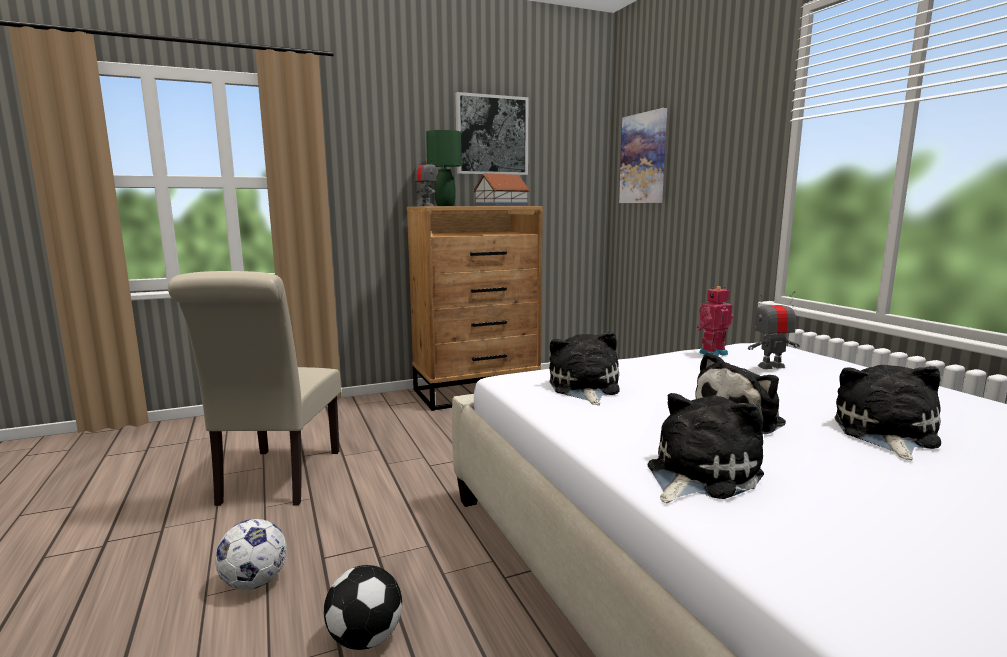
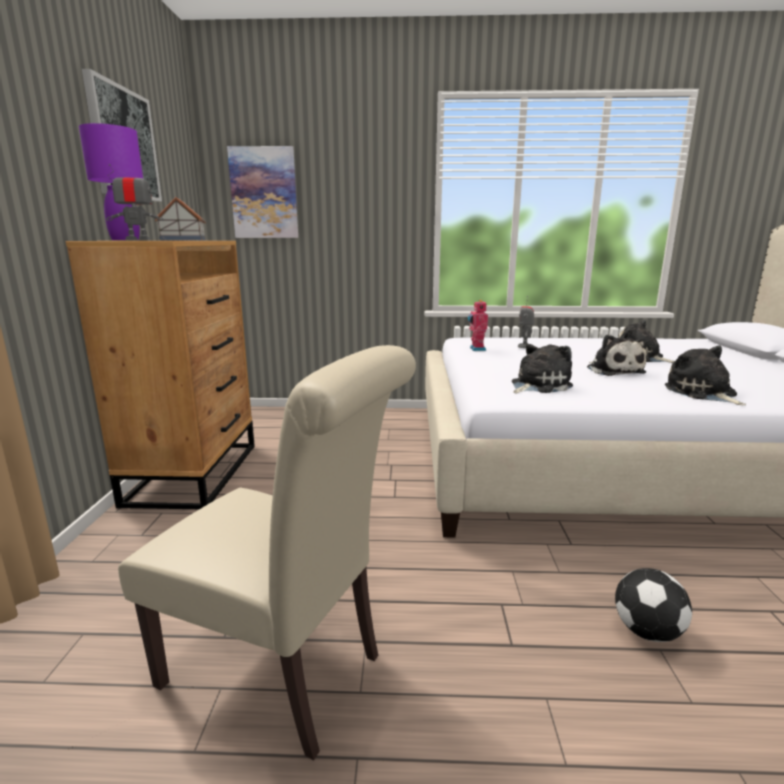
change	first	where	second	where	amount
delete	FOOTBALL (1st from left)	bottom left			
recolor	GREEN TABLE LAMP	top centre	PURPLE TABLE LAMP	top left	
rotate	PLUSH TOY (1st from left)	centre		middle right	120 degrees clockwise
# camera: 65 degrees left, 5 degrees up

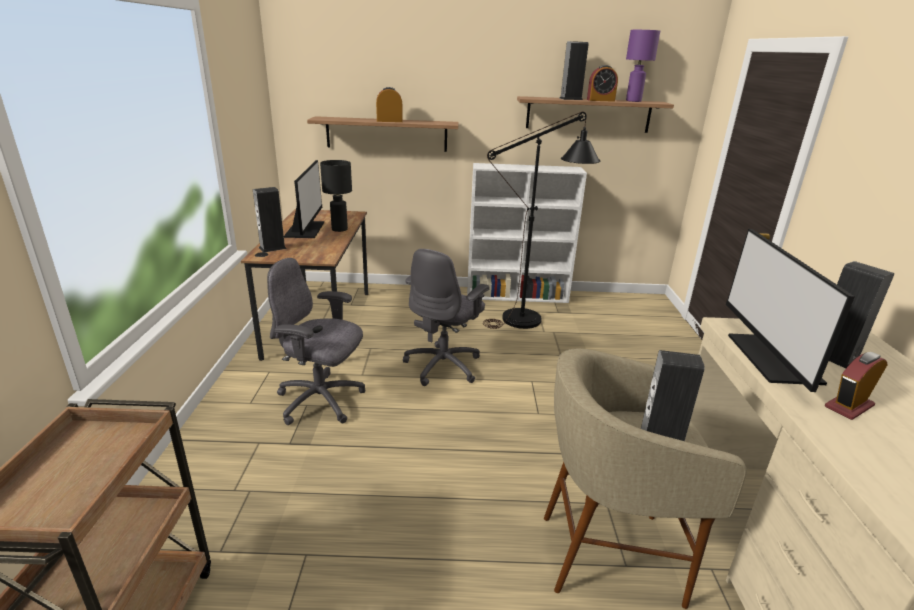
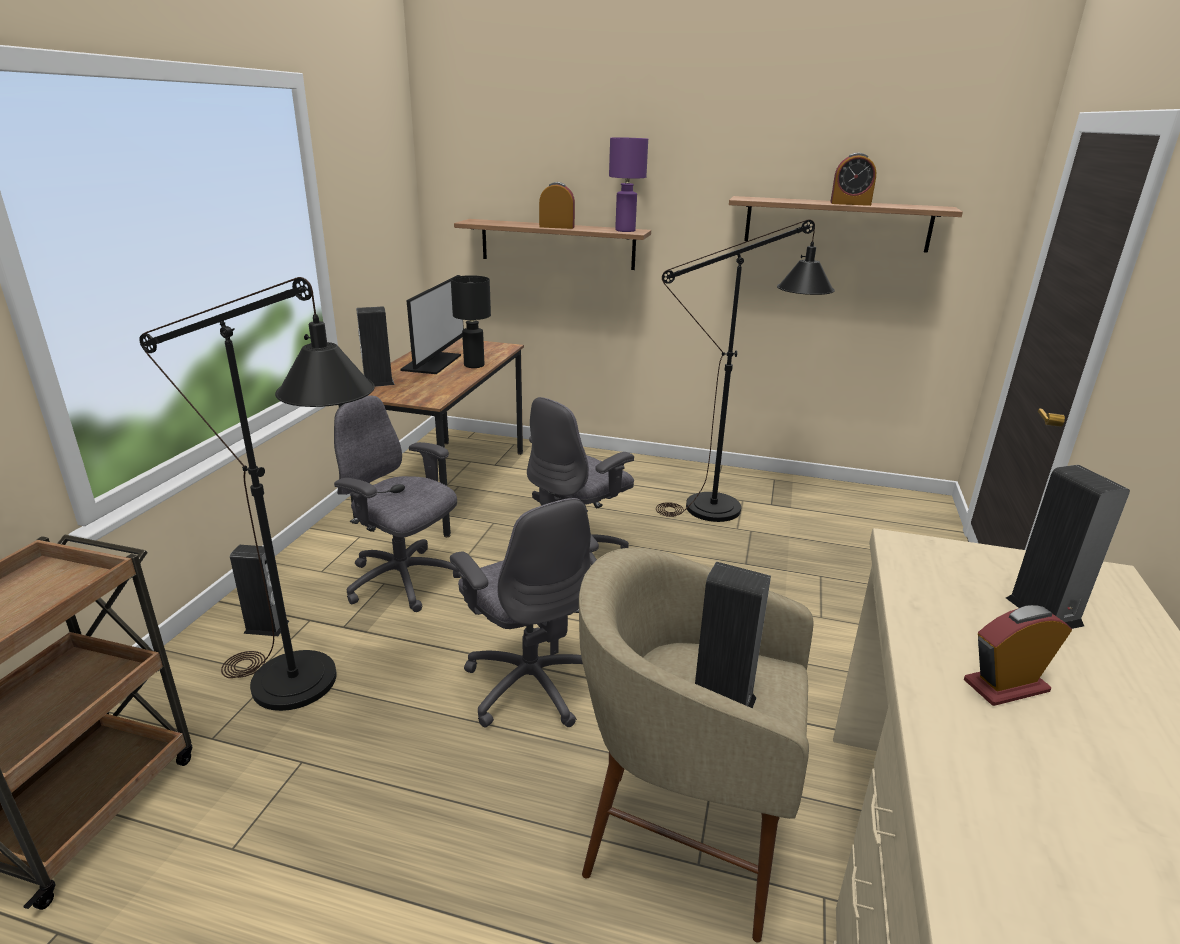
change	first	where	second	where	amount
delete	WHITE BOOKCASE	centre			
delete	MONITOR (2nd from left)	middle right			
insert			BLACK FLOOR LAMP (1st from left)	middle left	
insert			GREY OFFICE CHAIR (2nd from left)	centre	
move	SPEAKER (2nd from left in the first image)	top centre	SPEAKER (1st from left)	middle left	
move	PURPLE TABLE LAMP	top right		top centre	
# camera: 15 degrees right, 0 degrees up

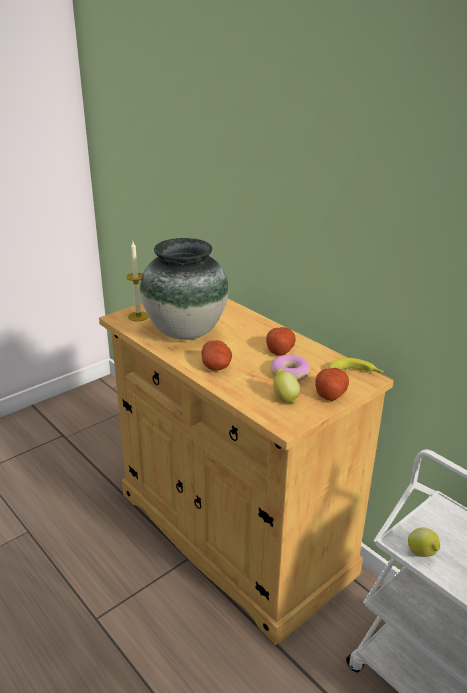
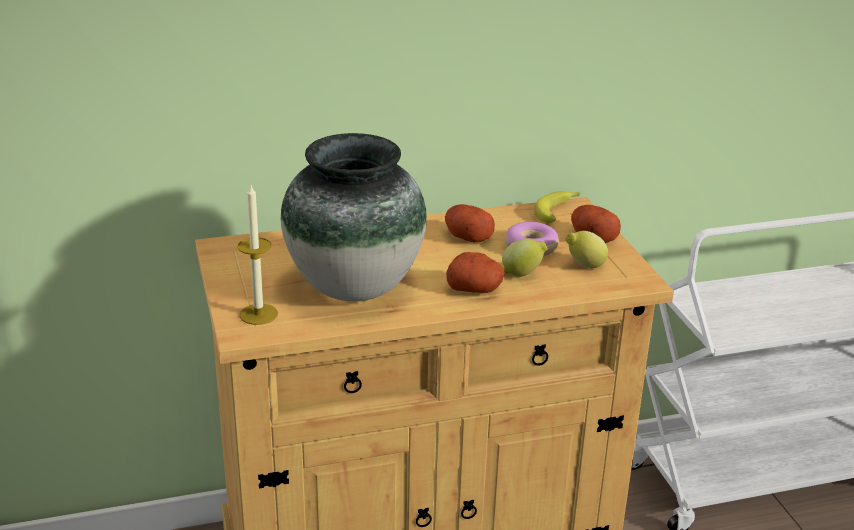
change	first	where	second	where	amount
move	LEMON (2nd from left in the first image)	bottom right	LEMON (1st from left)	centre	
# camera: 65 degrees left, 0 degrees up

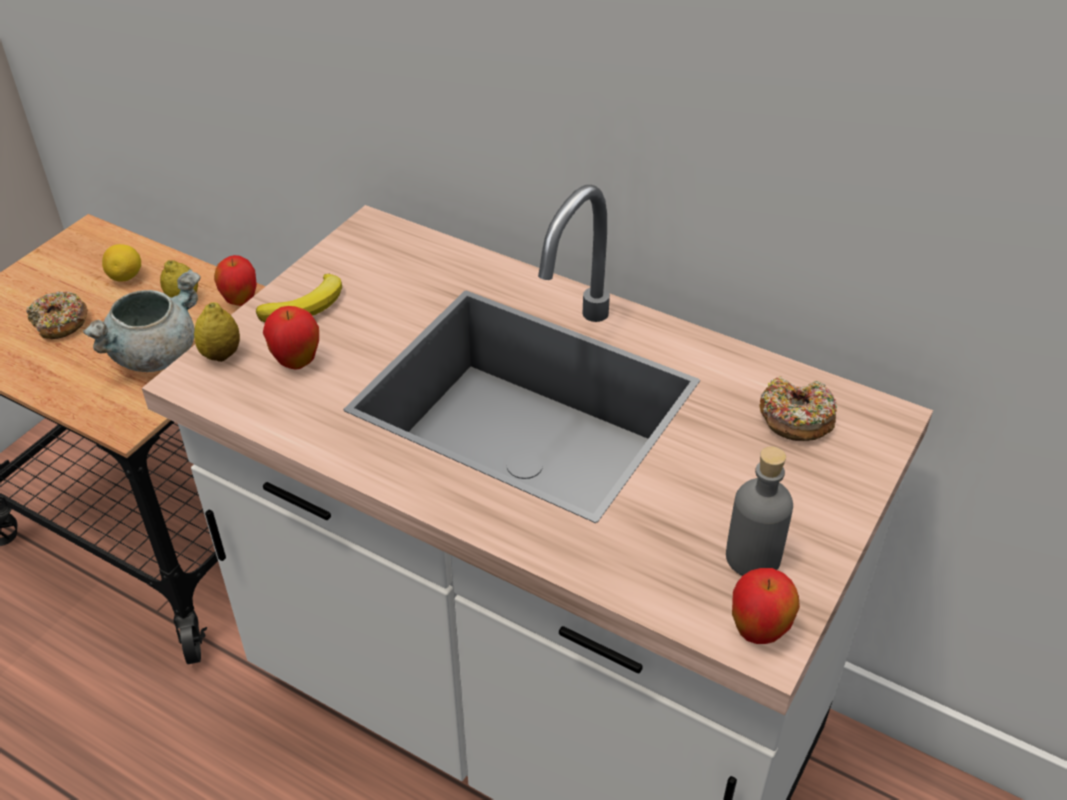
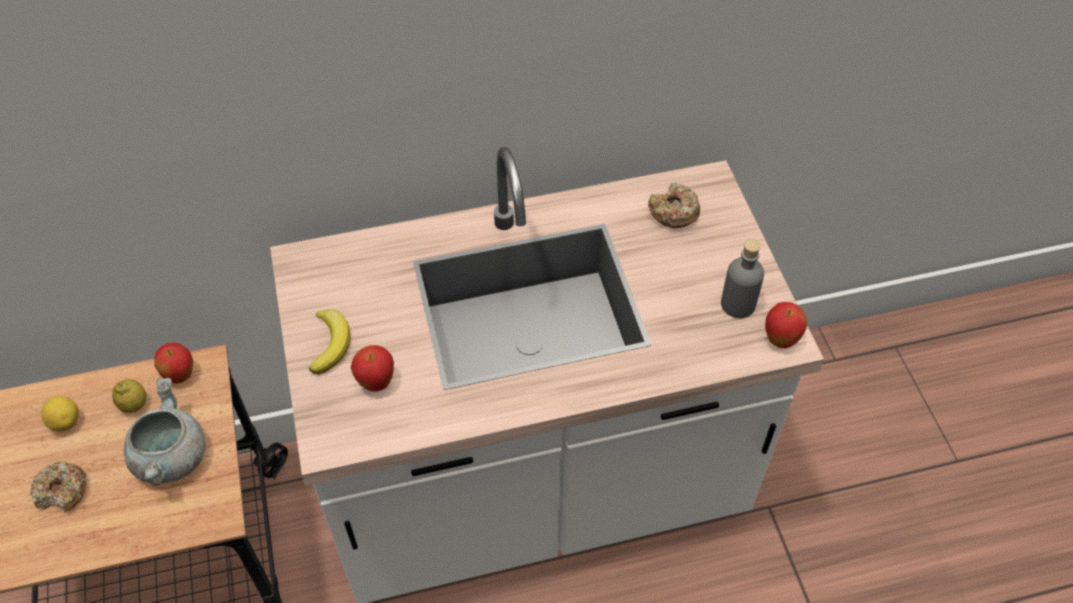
change	first	where	second	where	amount
delete	LEMON (3rd from left)	middle left			
# camera: 45 degrees left, 10 degrees up

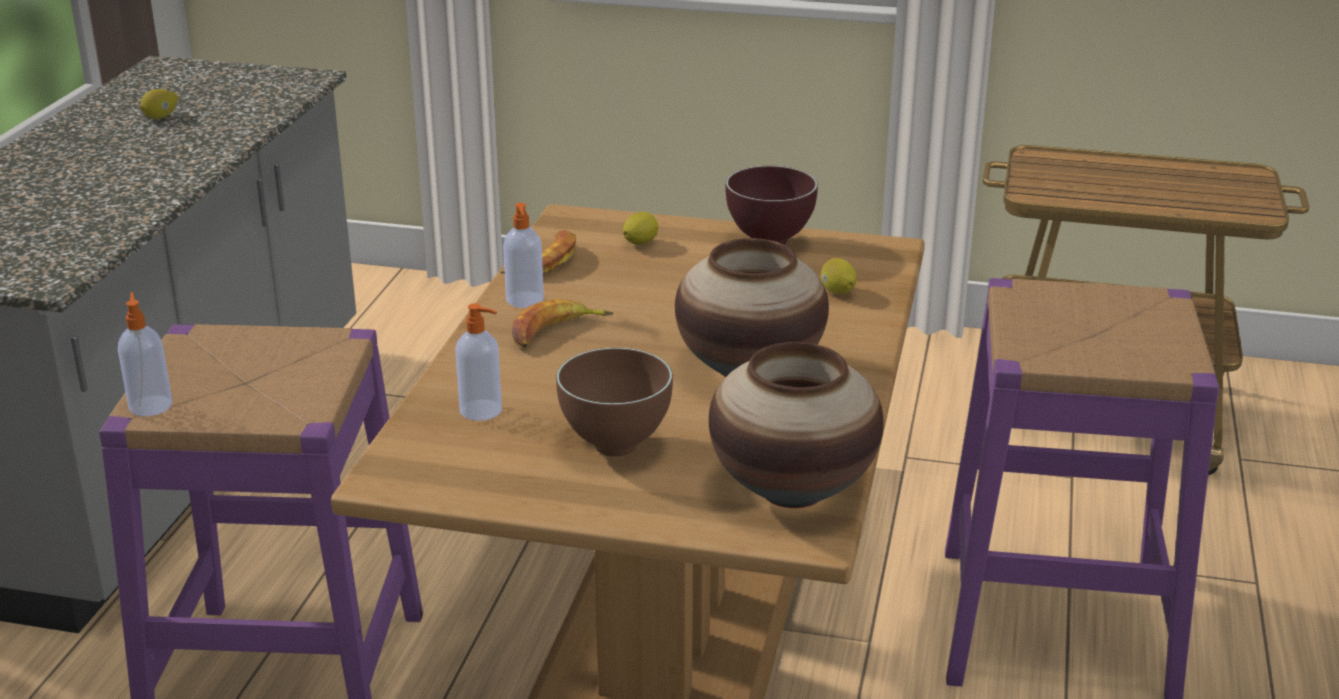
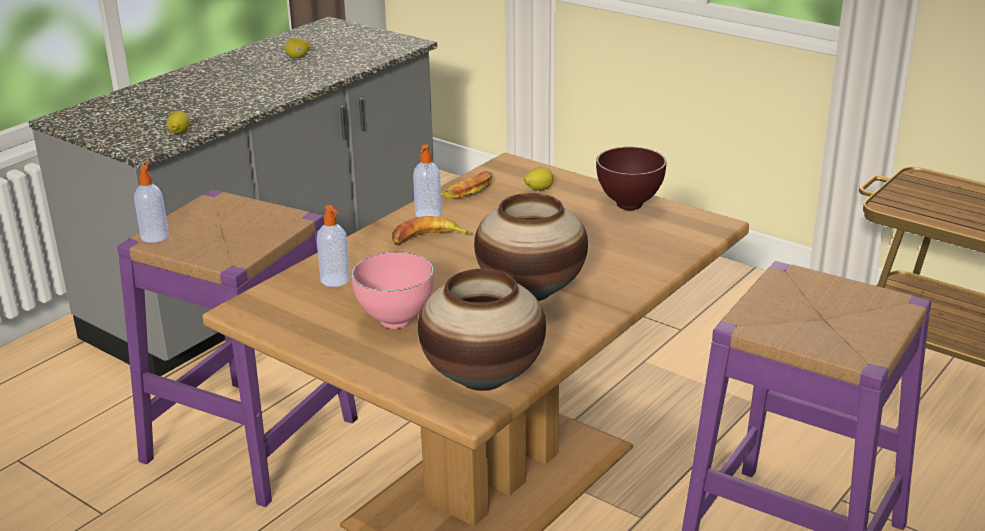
change	first	where	second	where	amount
move	LEMON (3rd from left in the first image)	centre	LEMON (1st from left)	top left	
recolor	BROWN BOWL (1st from left)	centre	PINK BOWL	centre	
# camera: 25 degrees right, 0 degrees up

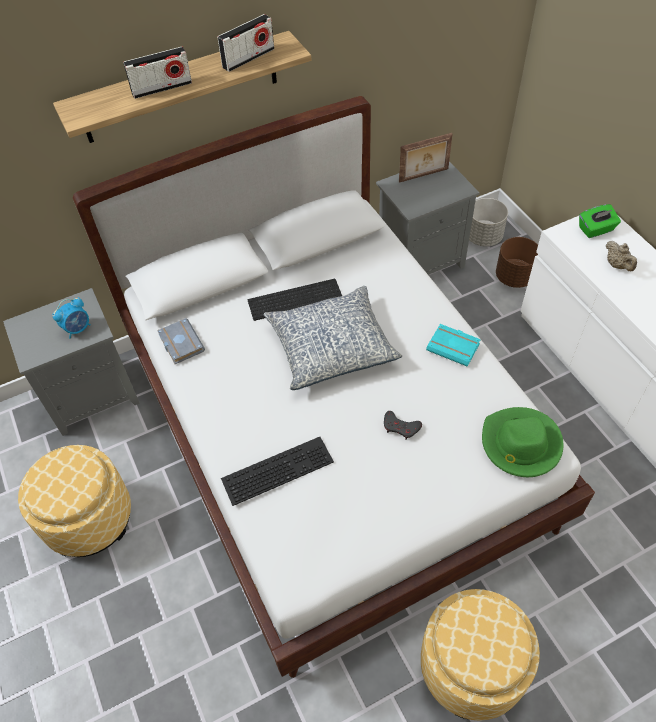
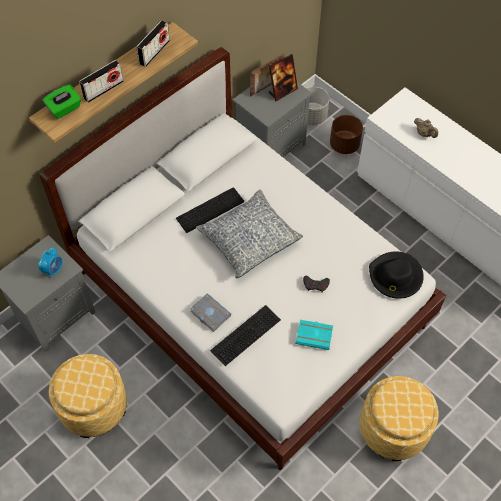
change	first	where	second	where	amount
insert			PICTURE FRAME (2nd from left)	top centre	
move	GREY BOOK	middle left		centre	
move	TURQUOISE BOOK	middle right		bottom centre	
move	GREEN TISSUE BOX	top right		top left	
recolor	GREEN HAT	middle right	BLACK HAT	middle right	
# camera: 20 degrees left, 5 degrees up

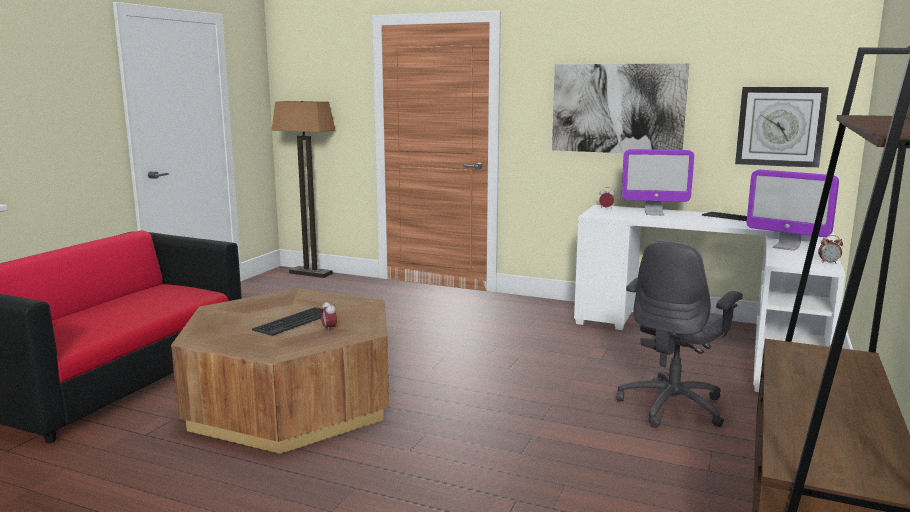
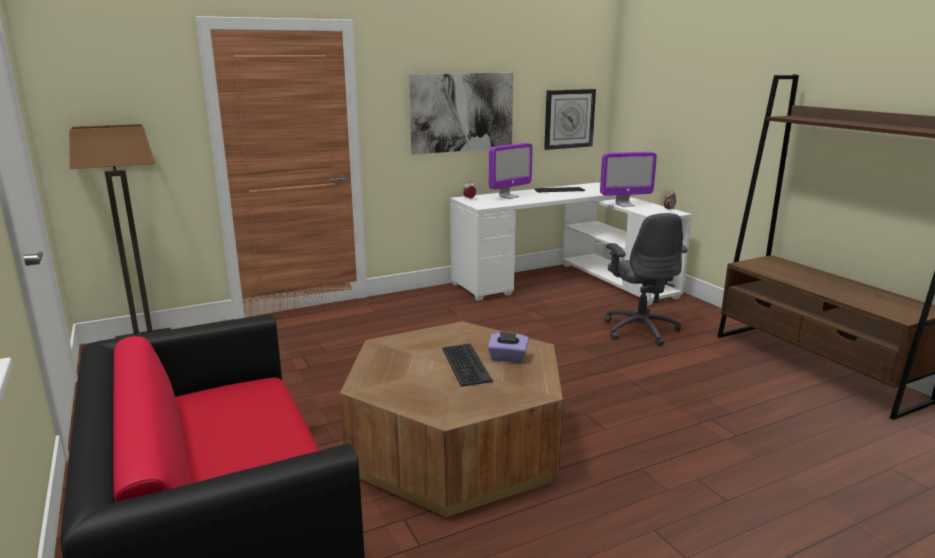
change	first	where	second	where	amount
replace	ALARM CLOCK (1st from left)	centre	PURPLE TISSUE BOX	centre	
# camera: 50 degrees left, 5 degrees up

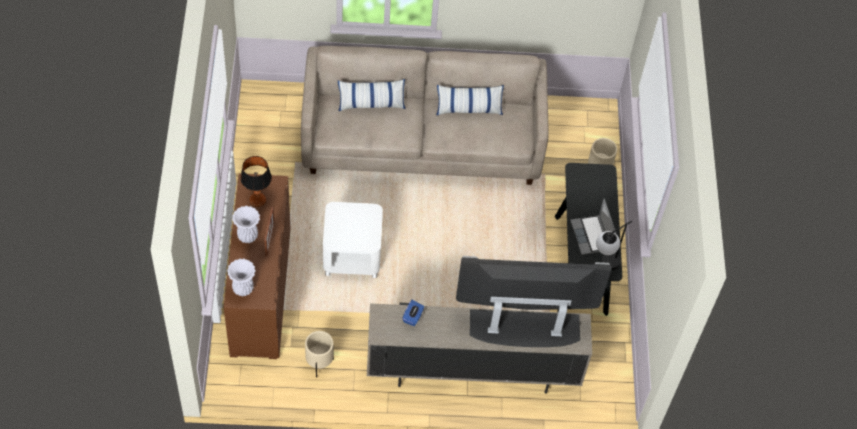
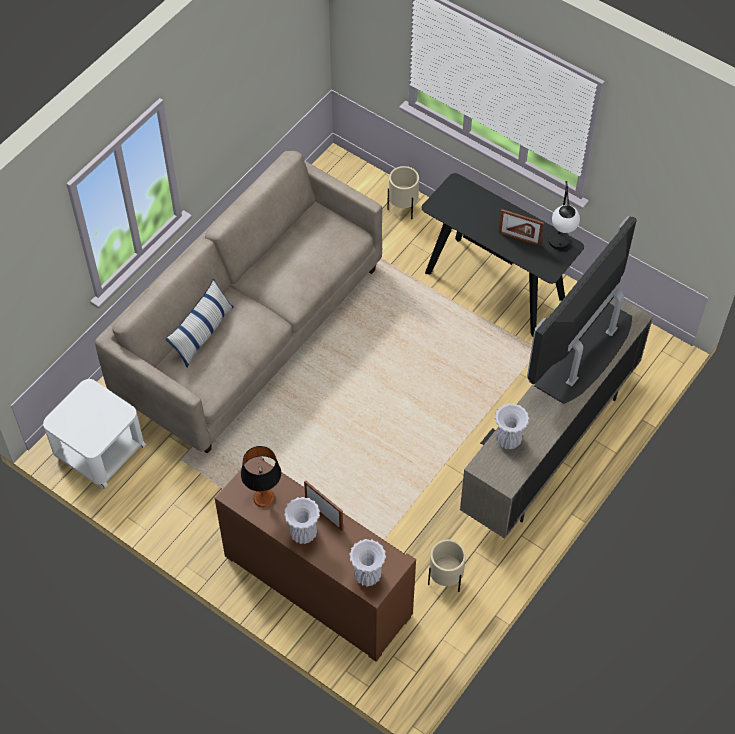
change	first	where	second	where	amount
delete	PILLOW (2nd from left)	top centre			
move	WHITE SIDE TABLE	centre		middle left	
replace	BLUE TISSUE BOX	bottom centre	WHITE VASE (3rd from left)	middle right	
replace	LAPTOP	middle right	PICTURE FRAME (2nd from left)	top right	
# camera: 50 degrees left, 0 degrees up

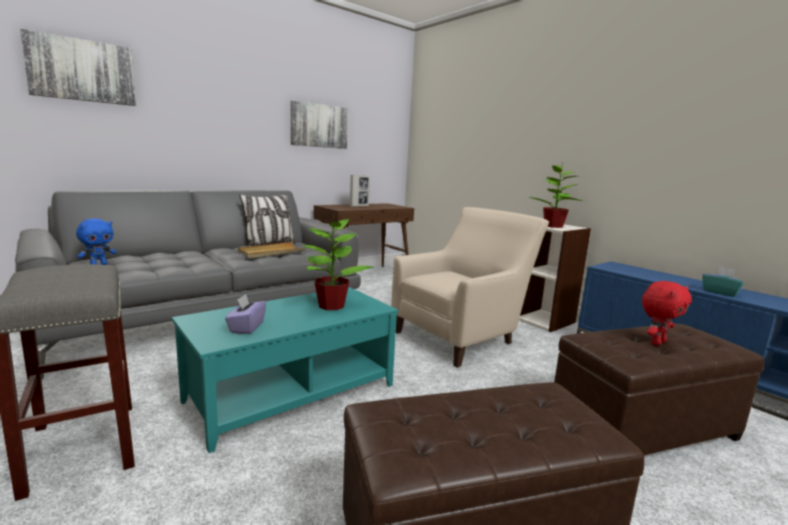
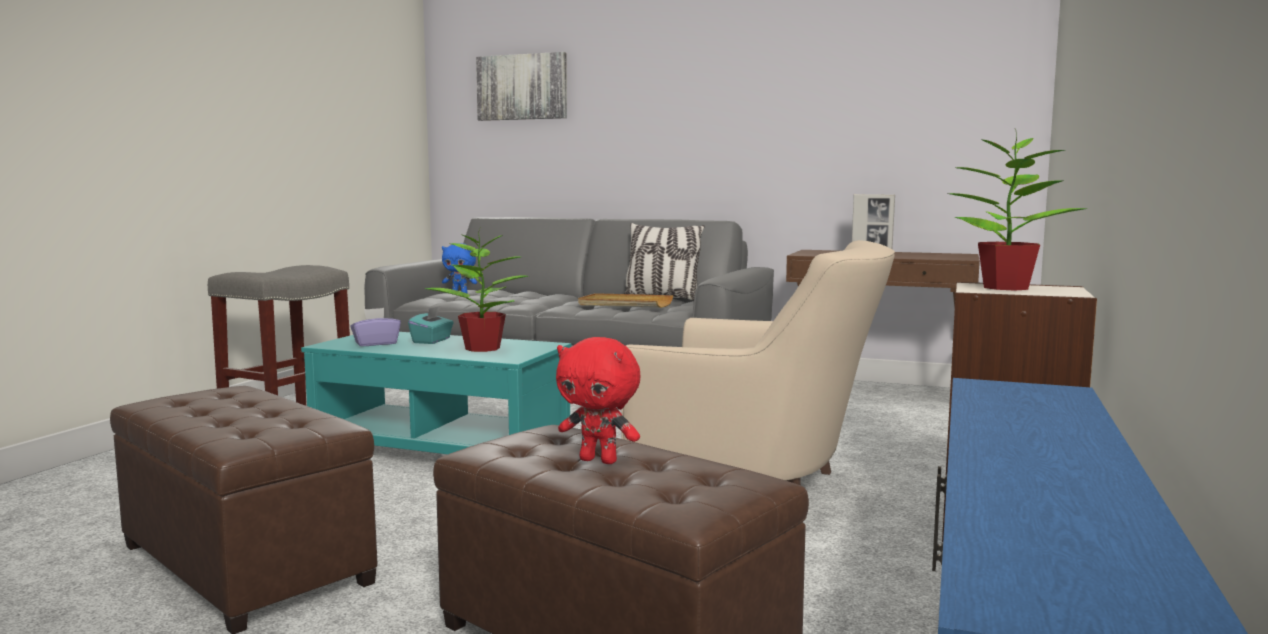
change	first	where	second	where	amount
delete	PICTURE (2nd from left)	top centre			
move	TURQUOISE TISSUE BOX	middle right		centre	
# camera: 60 degrees right, 5 degrees down

